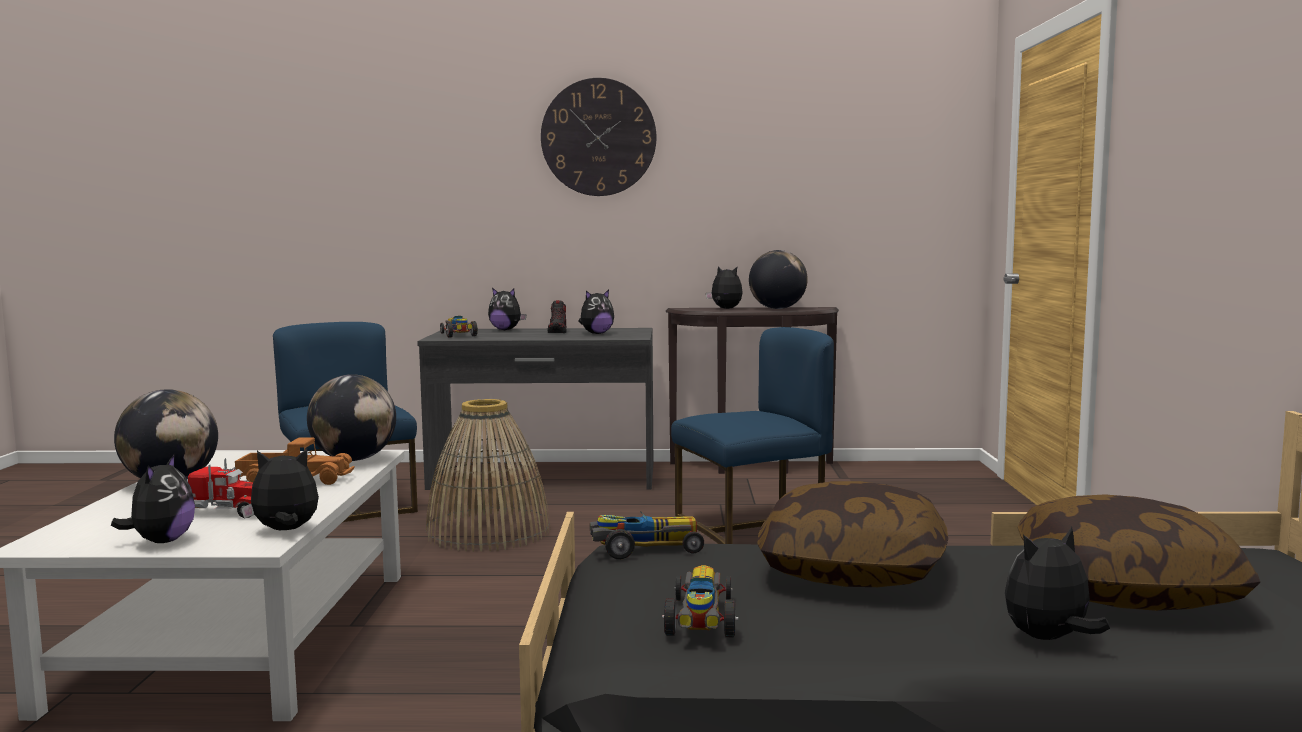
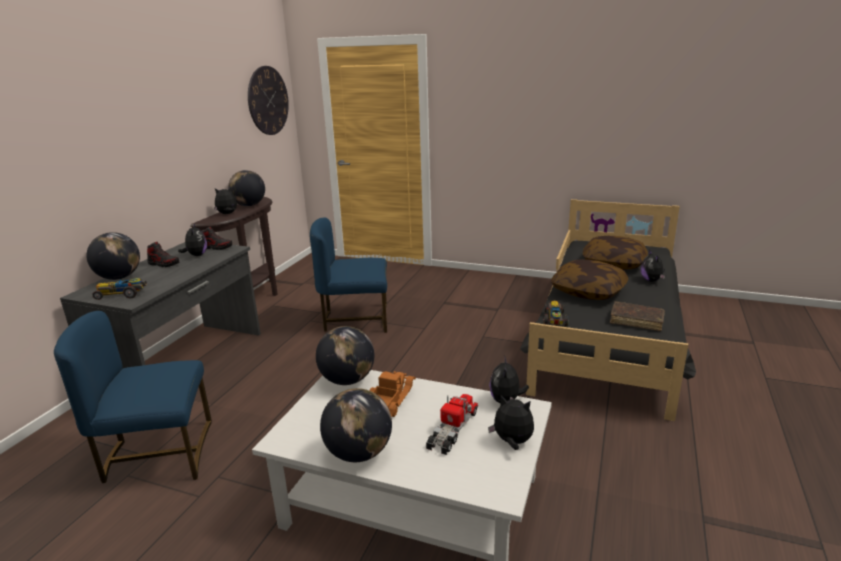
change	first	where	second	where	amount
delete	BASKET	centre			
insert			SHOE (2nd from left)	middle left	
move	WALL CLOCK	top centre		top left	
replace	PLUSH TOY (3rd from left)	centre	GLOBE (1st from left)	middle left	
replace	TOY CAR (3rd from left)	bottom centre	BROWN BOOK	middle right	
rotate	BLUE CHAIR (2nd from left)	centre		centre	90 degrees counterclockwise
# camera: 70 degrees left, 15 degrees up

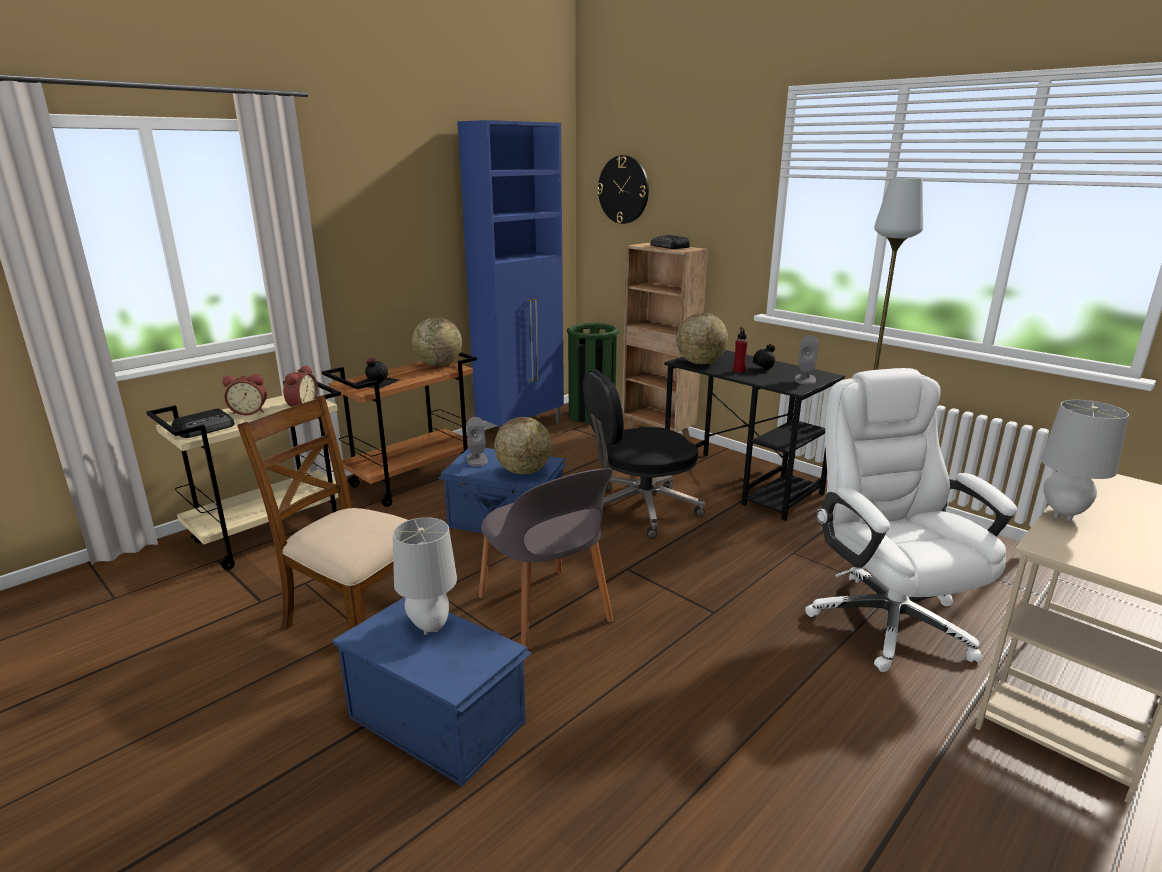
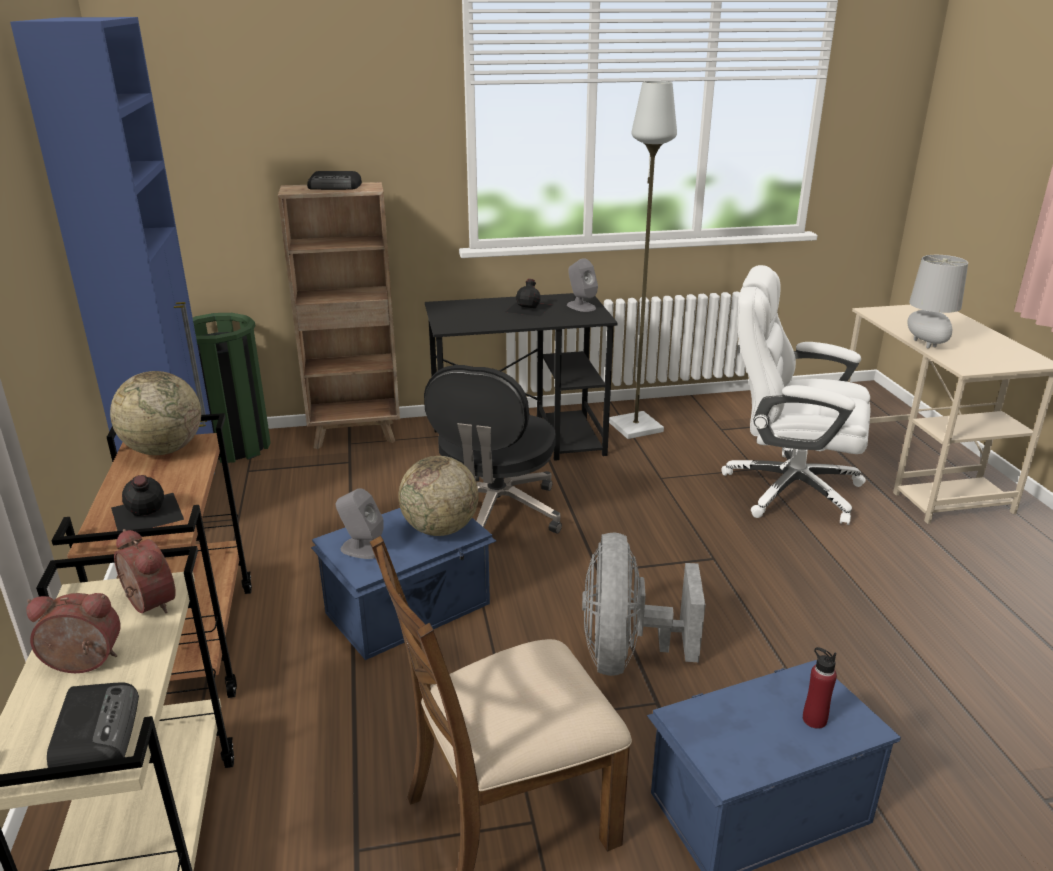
change	first	where	second	where	amount
delete	GREY TABLE LAMP (1st from left)	centre			
delete	WALL CLOCK	top centre			
delete	GLOBE (3rd from left)	centre			
move	RED BOTTLE	centre		bottom right	
replace	GREY CHAIR	centre	GREY FAN	bottom centre	
rotate	ALARM CLOCK (1st from left)	middle left		bottom left	120 degrees counterclockwise
# camera: 55 degrees left, 5 degrees up

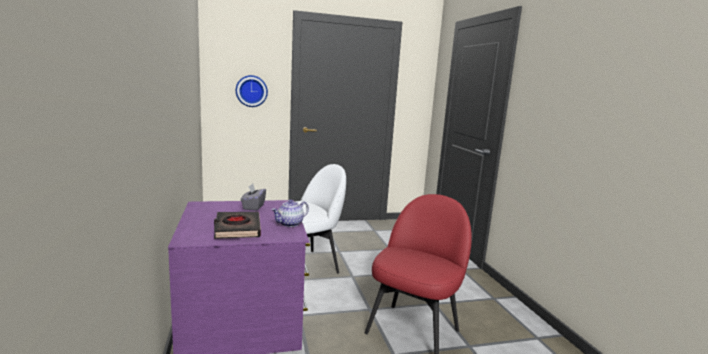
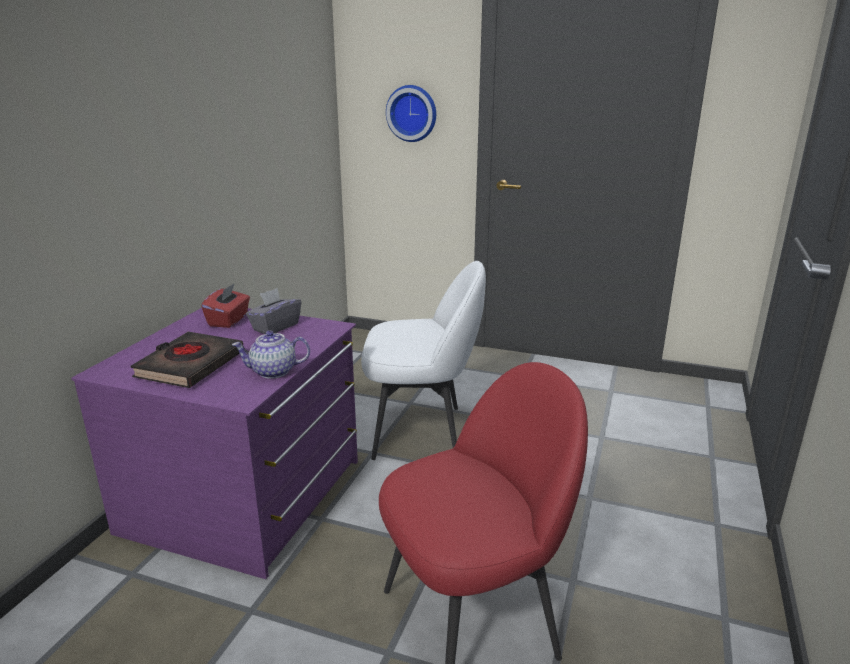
change	first	where	second	where	amount
insert			RED TISSUE BOX	middle left	
# camera: 35 degrees right, 10 degrees up

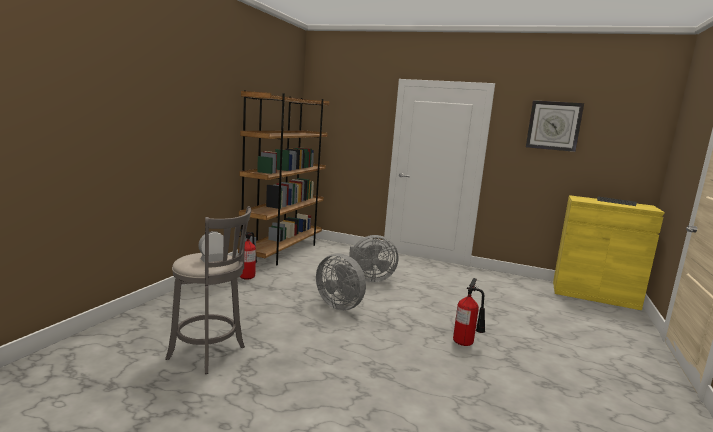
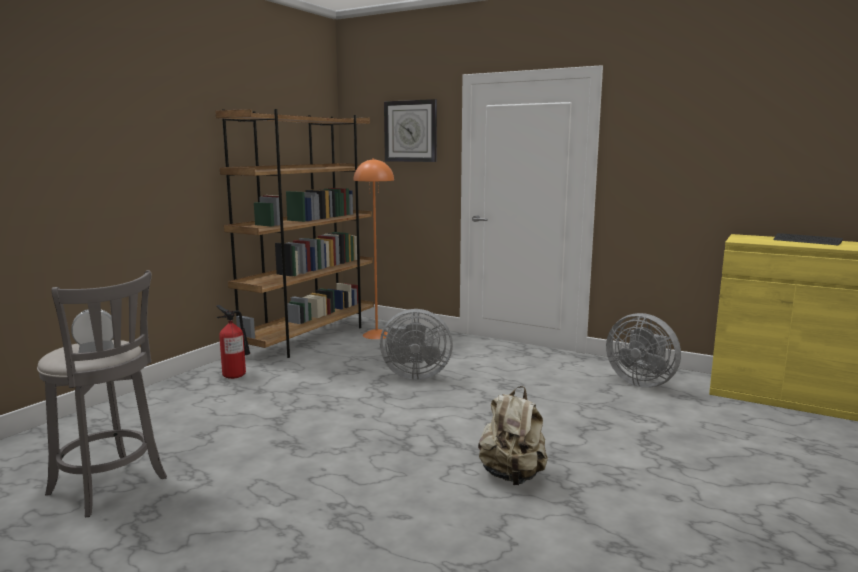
change	first	where	second	where	amount
insert			ORANGE FLOOR LAMP	centre	
move	GREY FAN (1st from left in the first image)	centre	GREY FAN (2nd from left)	middle right	
move	WALL CLOCK	top right		top centre	
replace	FIRE EXTINGUISHER (2nd from left)	bottom centre	BEIGE BACKPACK	bottom centre	
# camera: 10 degrees right, 0 degrees up

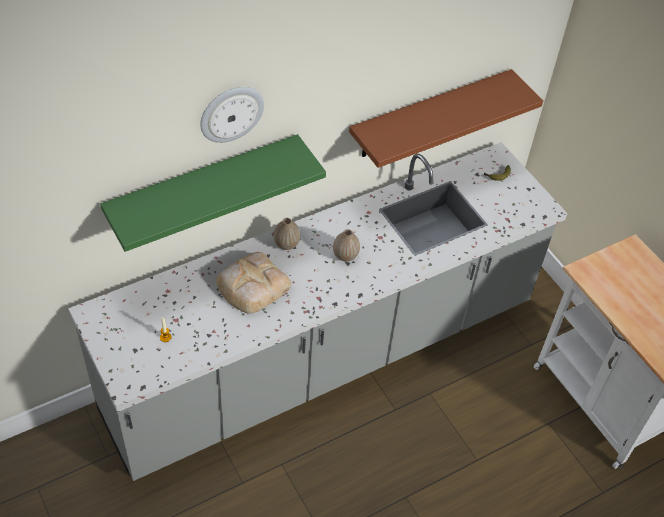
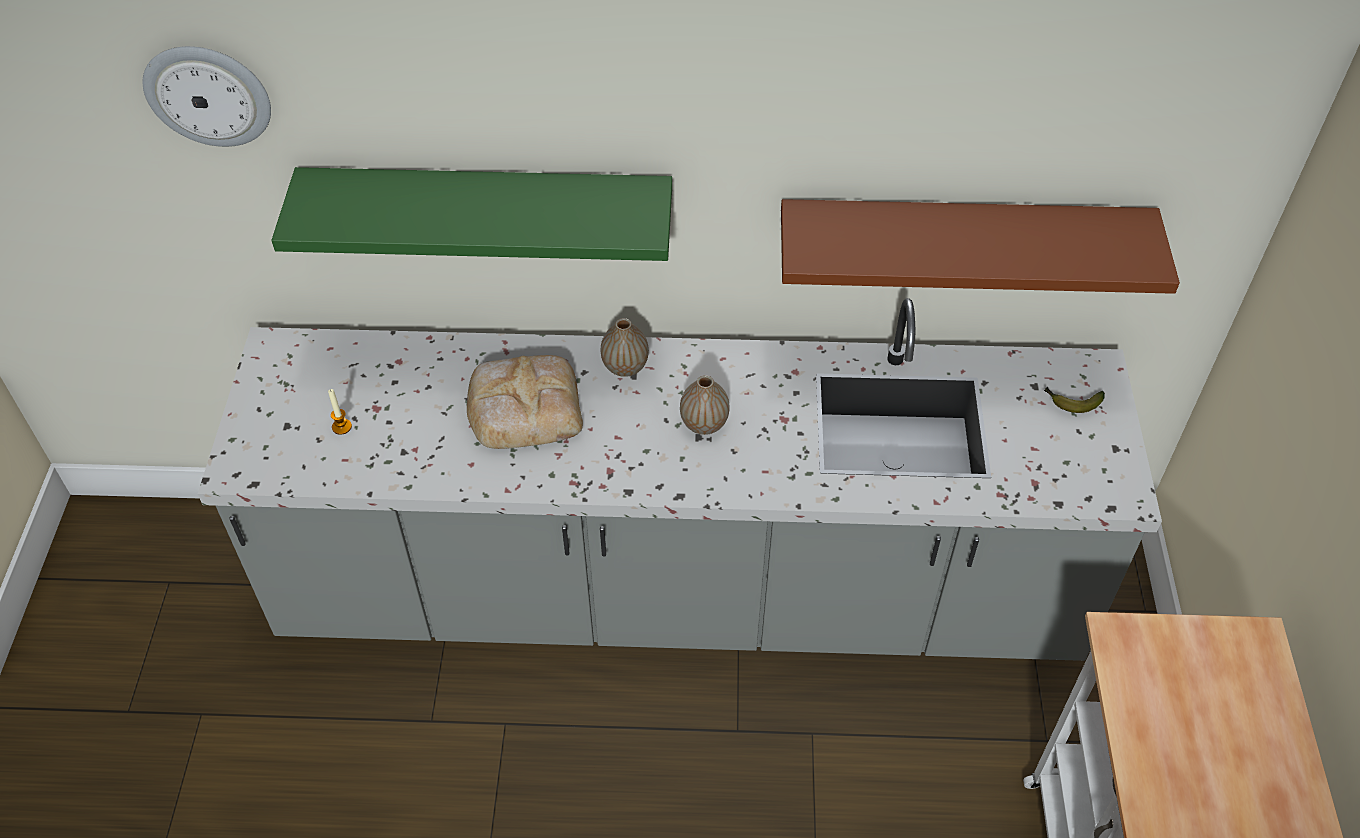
change	first	where	second	where	amount
move	WALL CLOCK	top centre		top left	
# camera: 35 degrees right, 0 degrees up

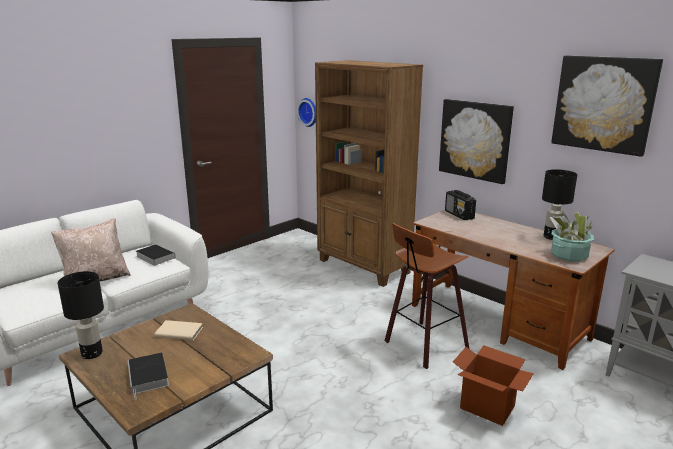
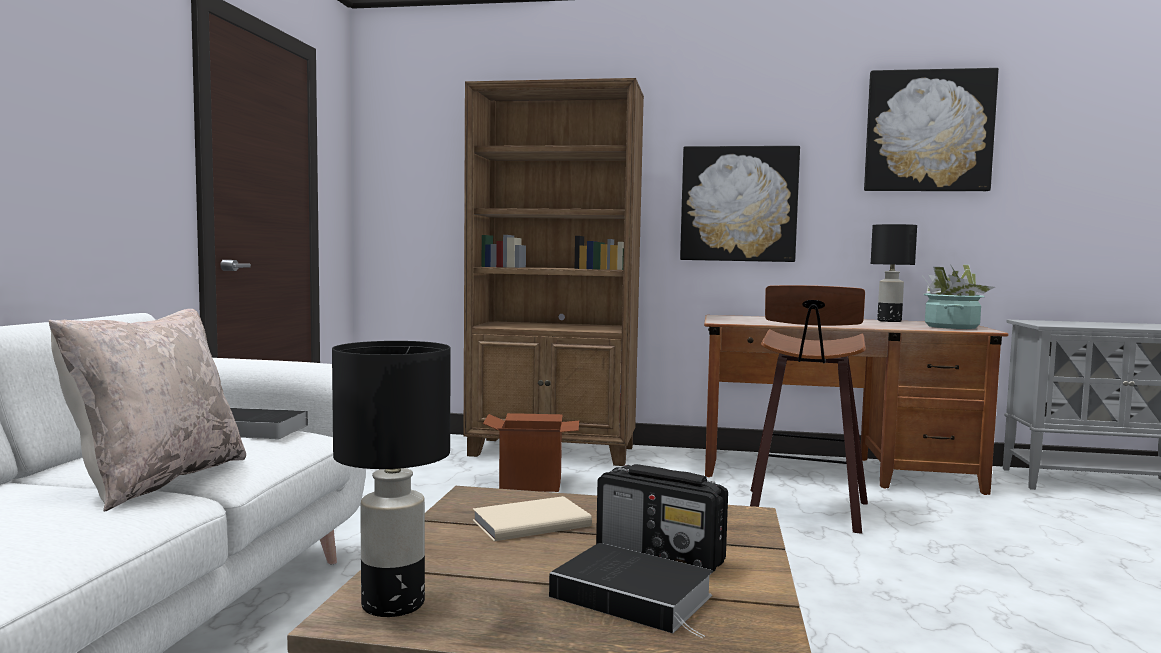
change	first	where	second	where	amount
delete	WALL CLOCK	top centre			
move	RADIO	middle right		bottom centre	
move	CARDBOARD BOX	bottom right		bottom centre	
# camera: 35 degrees left, 15 degrees down

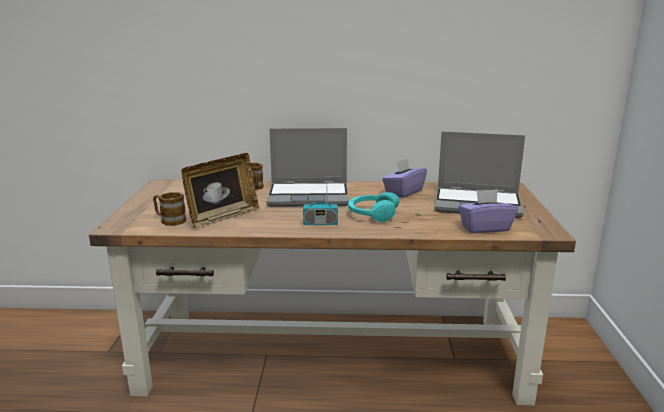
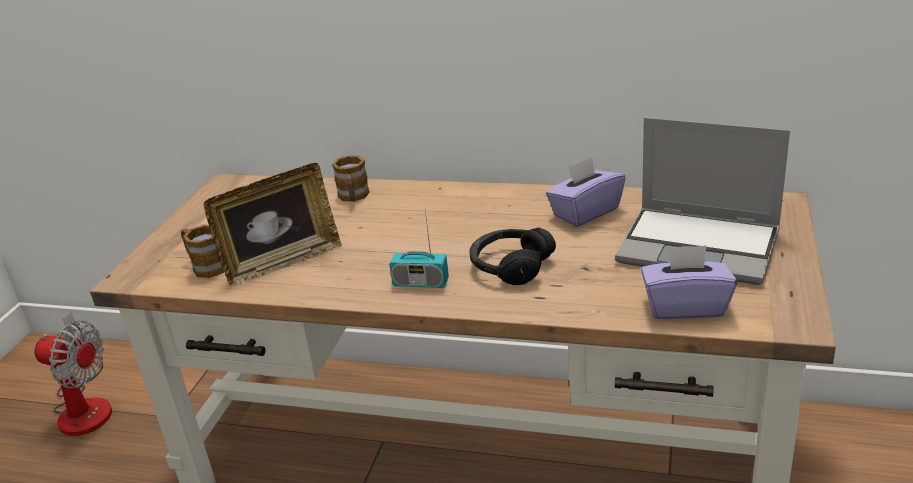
change	first	where	second	where	amount
delete	LAPTOP (1st from left)	centre			
insert			FAN	bottom left	
recolor	TURQUOISE HEADPHONES	centre	BLACK HEADPHONES	centre	
# camera: 15 degrees right, 10 degrees up

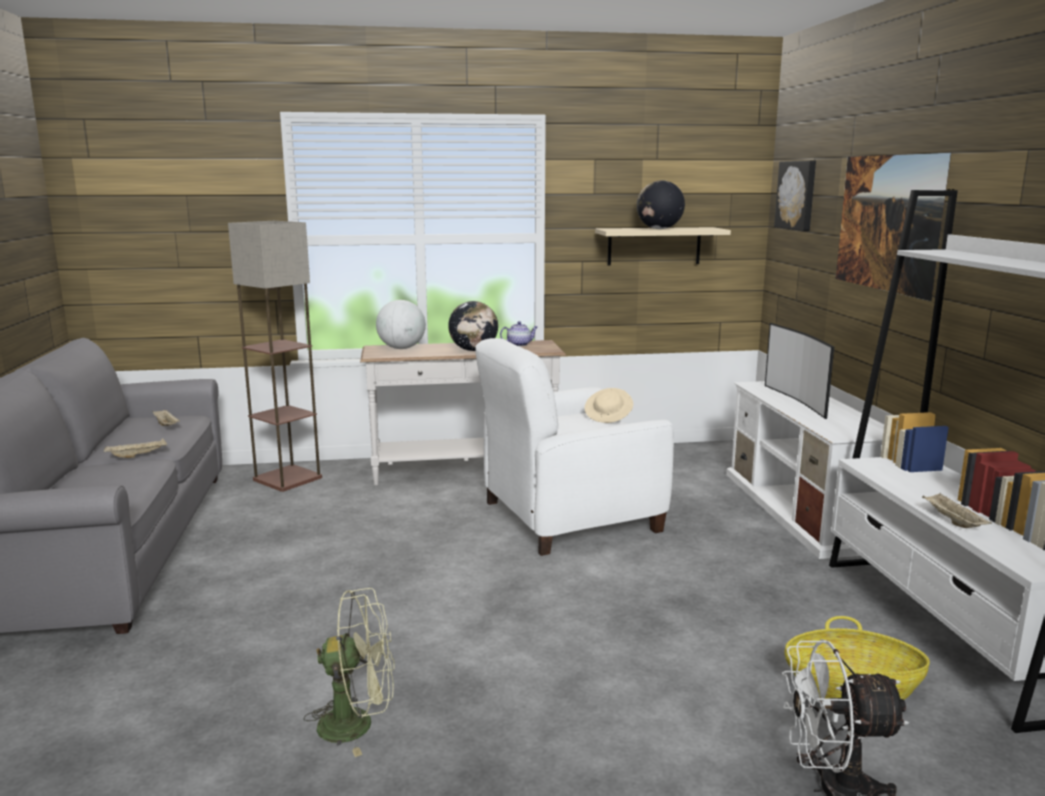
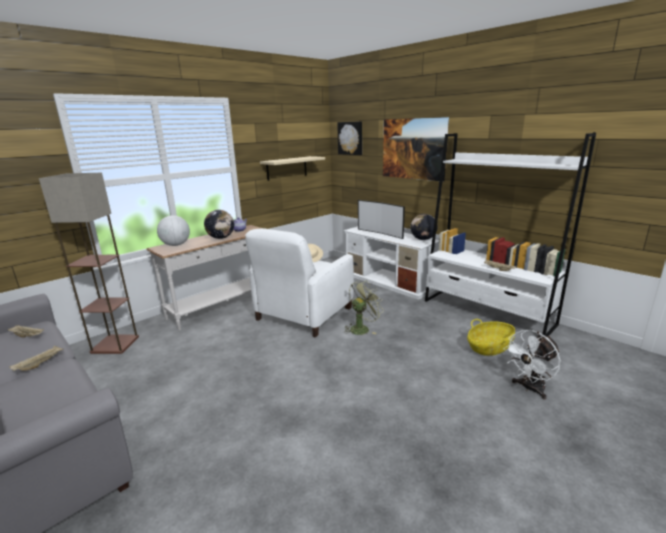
change	first	where	second	where	amount
move	GREEN FAN	bottom centre		centre	
move	GLOBE (3rd from left)	top centre		centre	
# camera: 35 degrees left, 5 degrees up

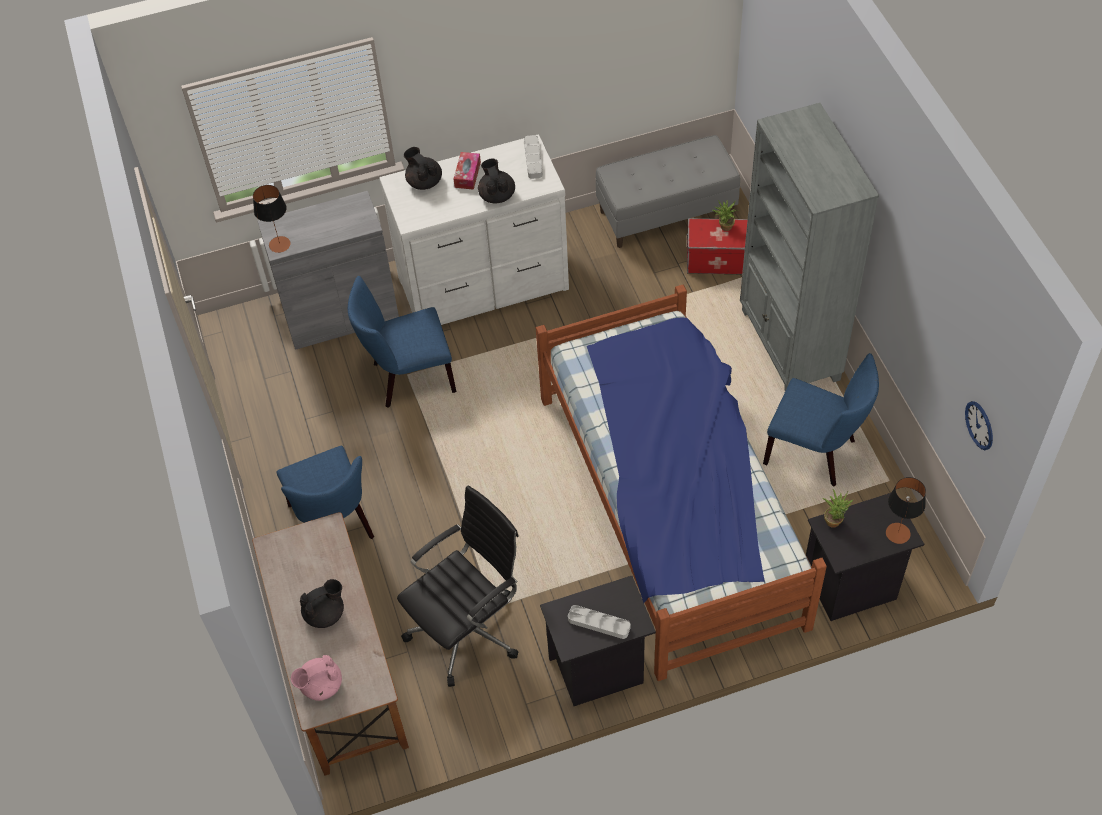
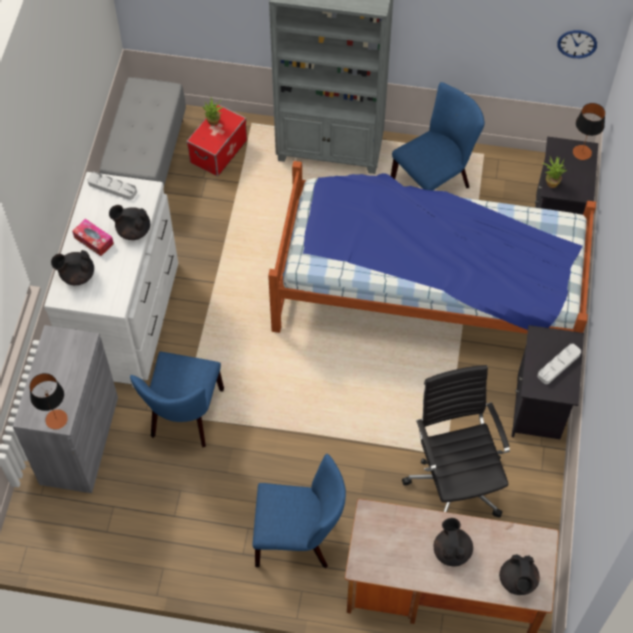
change	first	where	second	where	amount
recolor	PINK TEAPOT	bottom left	BLACK TEAPOT (4th from left)	bottom right	
# camera: 65 degrees left, 5 degrees up

